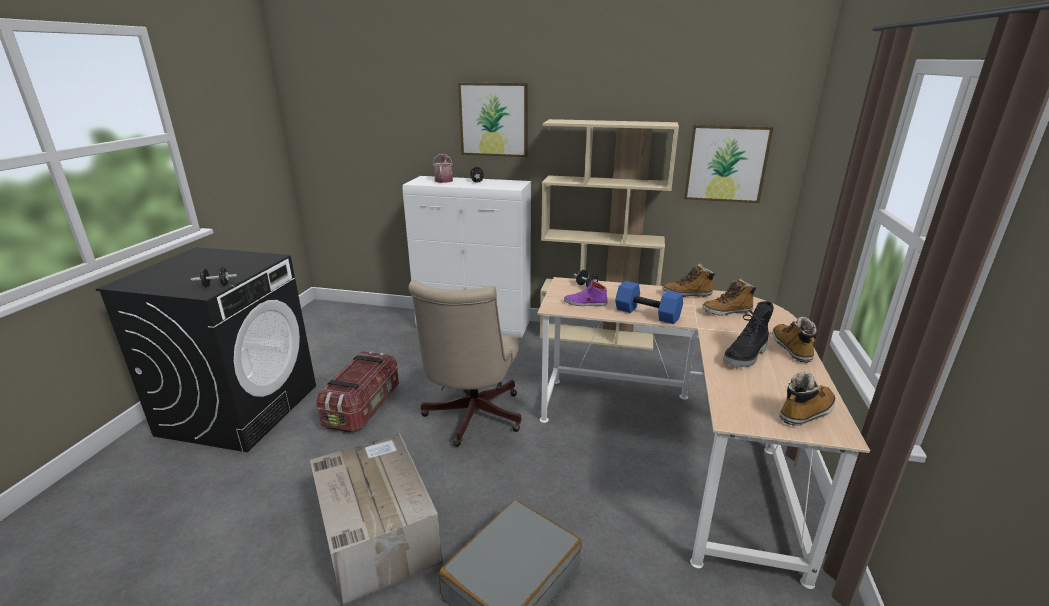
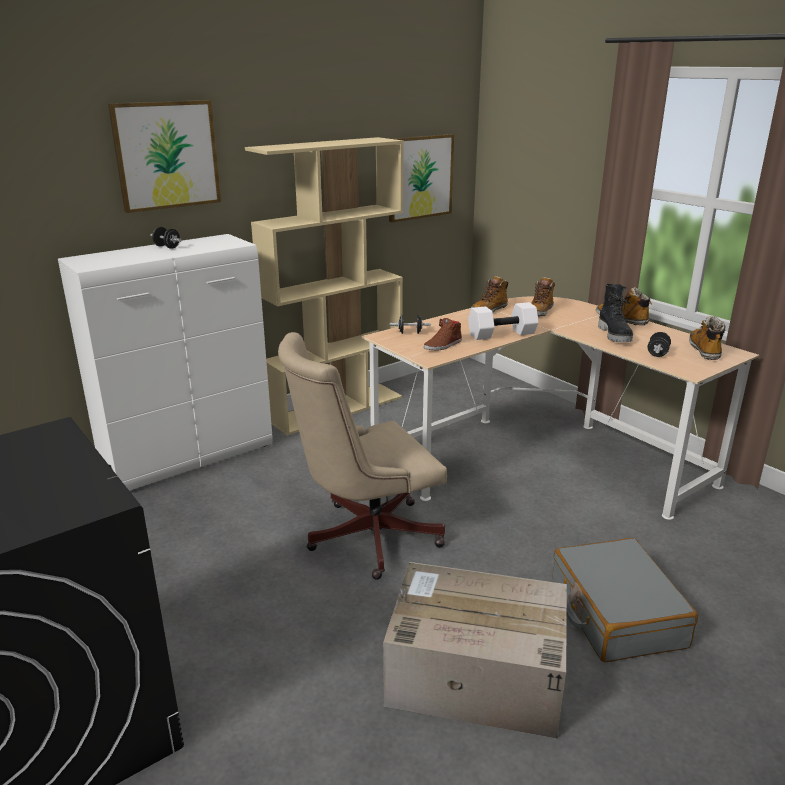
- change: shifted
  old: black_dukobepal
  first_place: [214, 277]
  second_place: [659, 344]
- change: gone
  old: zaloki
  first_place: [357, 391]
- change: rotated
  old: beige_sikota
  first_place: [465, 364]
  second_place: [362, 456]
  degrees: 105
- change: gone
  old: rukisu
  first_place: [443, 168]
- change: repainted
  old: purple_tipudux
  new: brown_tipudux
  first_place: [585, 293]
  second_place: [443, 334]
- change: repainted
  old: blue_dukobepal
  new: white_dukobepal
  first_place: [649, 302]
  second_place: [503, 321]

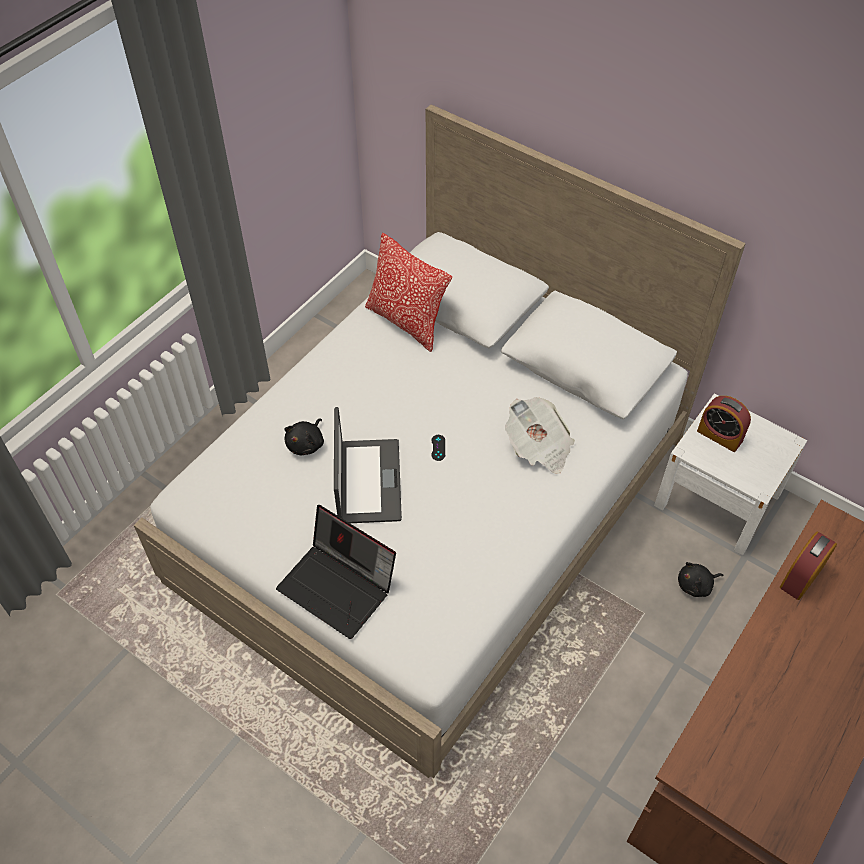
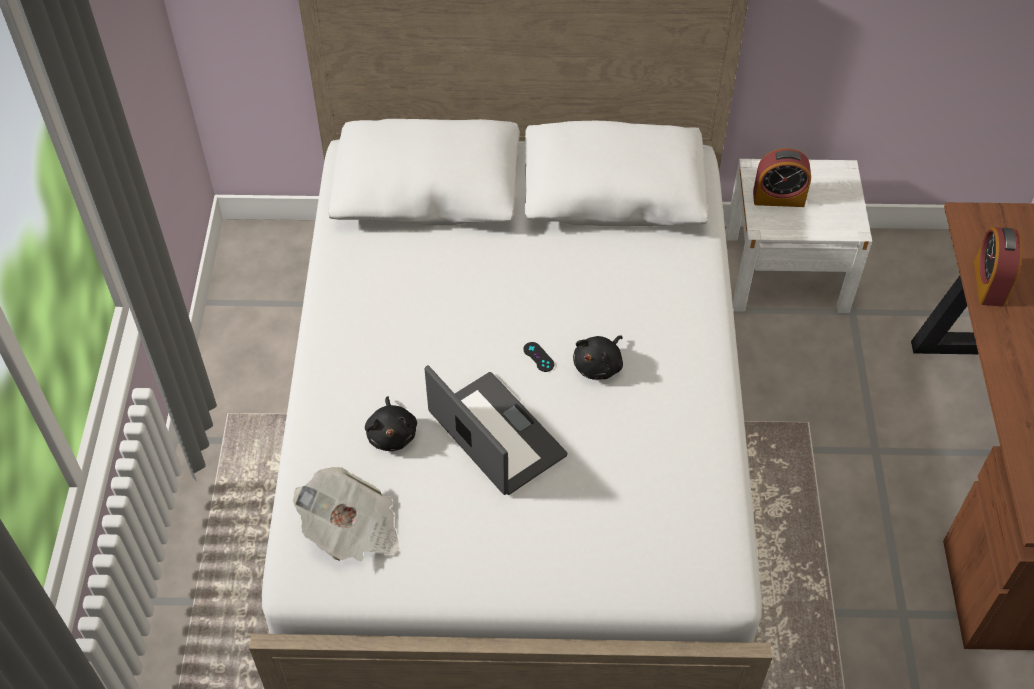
- change: gone
  old: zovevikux
  first_place: [336, 572]
- change: gone
  old: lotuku
  first_place: [408, 292]
- change: shifted
  old: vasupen
  first_place: [540, 435]
  second_place: [346, 514]
- change: shifted
  old: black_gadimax
  first_place: [700, 579]
  second_place: [598, 357]

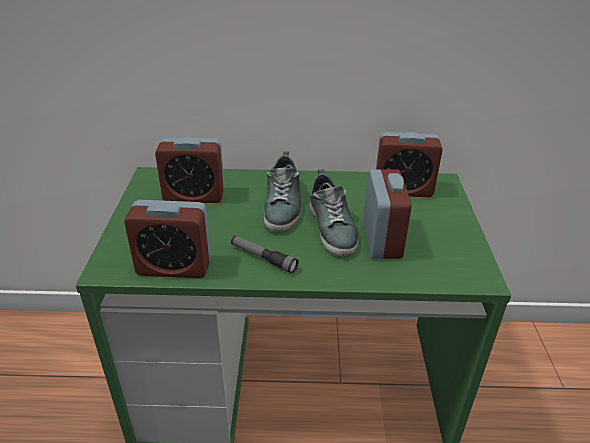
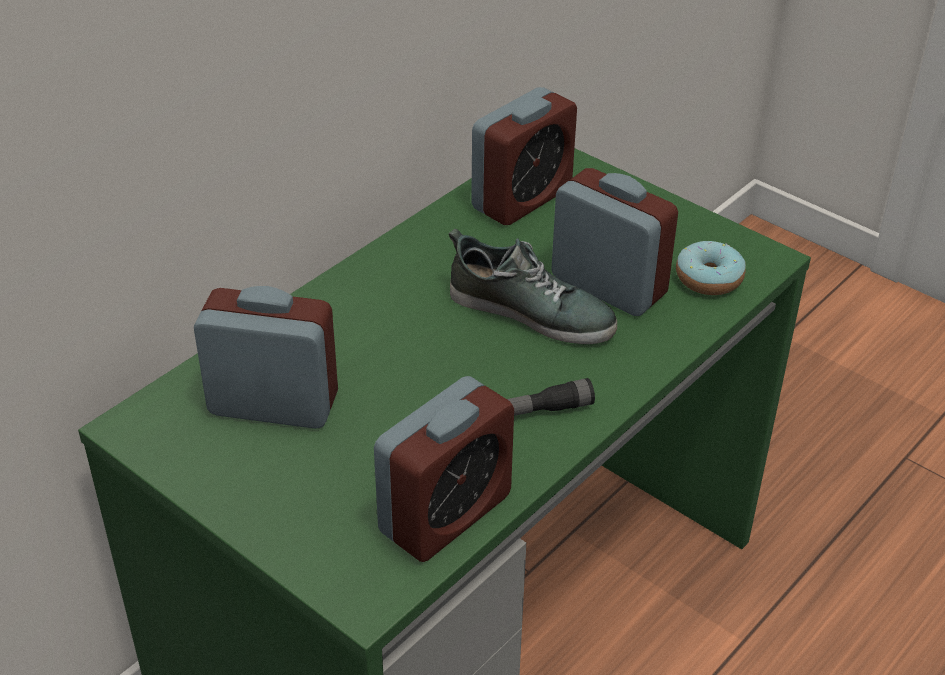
- change: rotated
  old: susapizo
  first_place: [190, 170]
  second_place: [266, 357]
  degrees: -120
- change: gone
  old: tipudux
  first_place: [282, 191]
- change: new
  new: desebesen
  second_place: [711, 268]

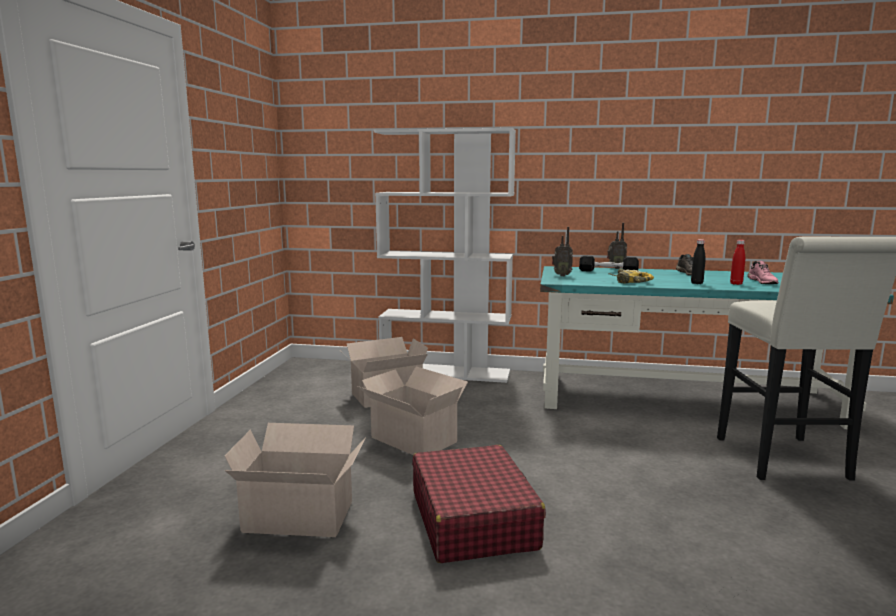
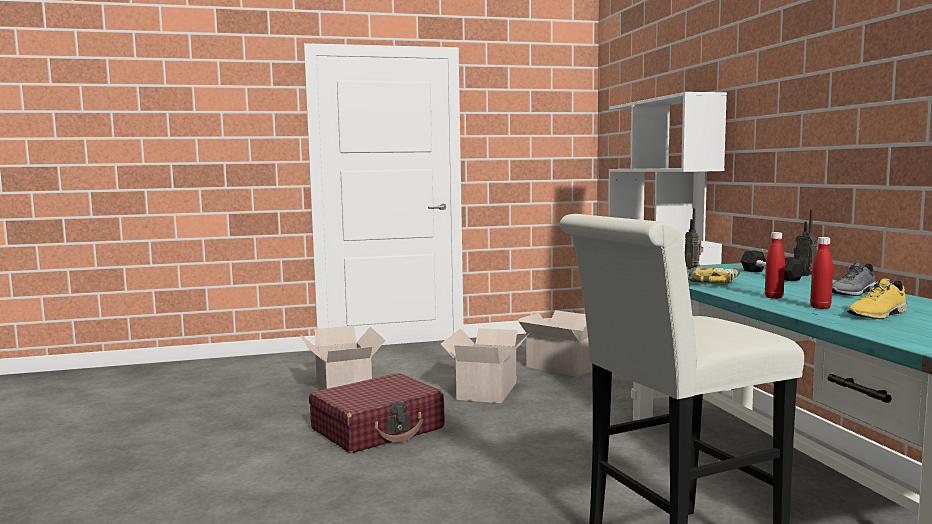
- change: repainted
  old: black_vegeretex
  new: red_vegeretex
  first_place: [698, 261]
  second_place: [775, 265]
- change: repainted
  old: pink_tipudux
  new: yellow_tipudux
  first_place: [763, 272]
  second_place: [877, 298]

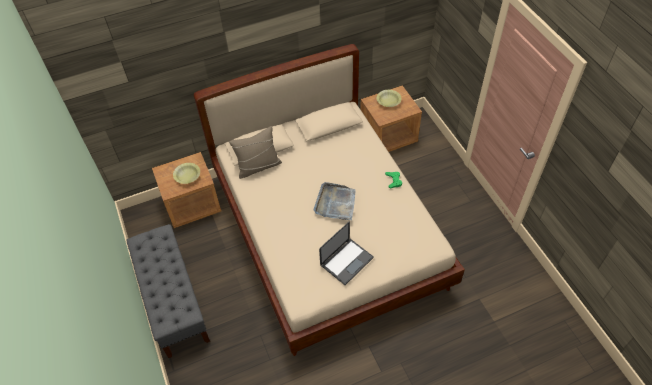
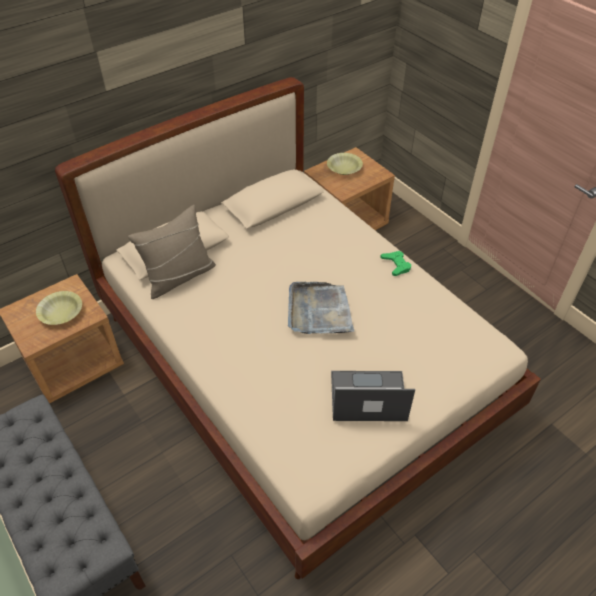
- change: rotated
  old: zovevikux
  first_place: [346, 253]
  second_place: [373, 396]
  degrees: -120

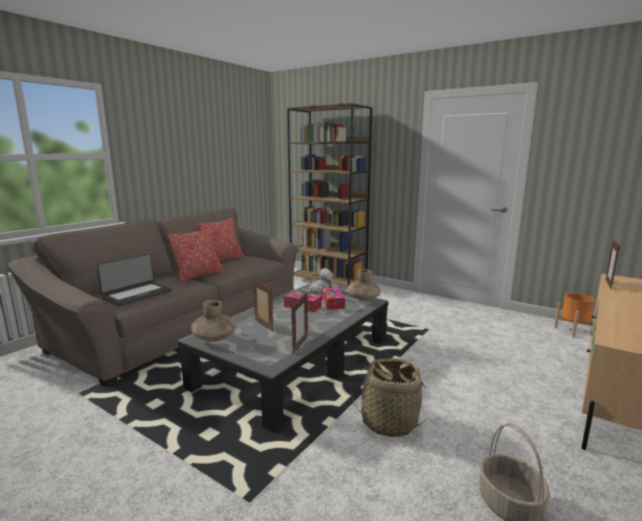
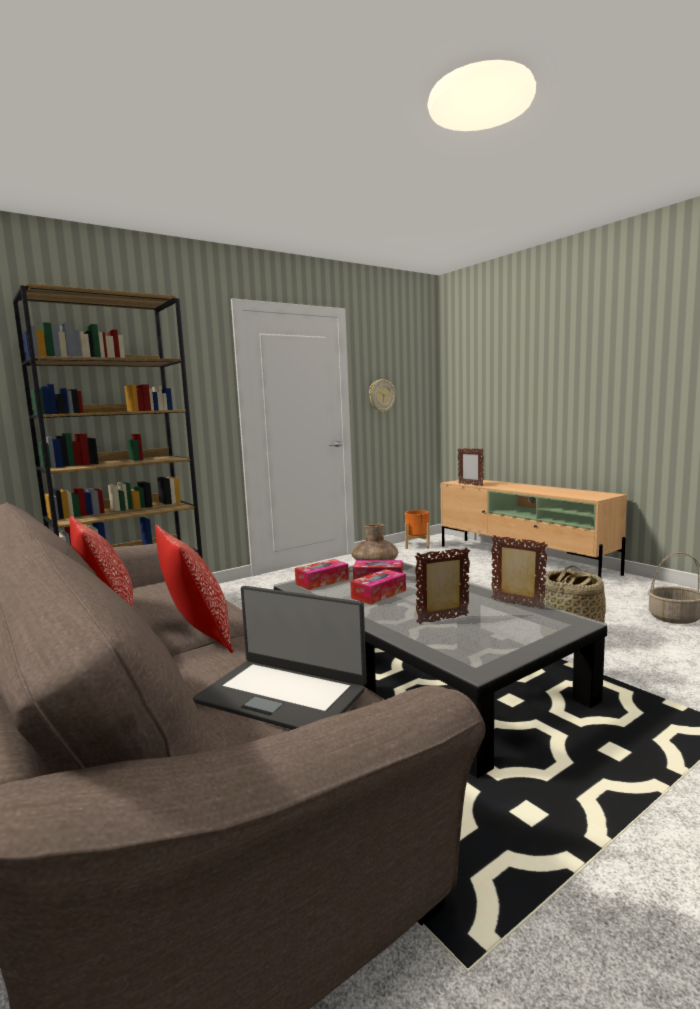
- change: rotated
  old: zovevikux
  first_place: [134, 279]
  second_place: [280, 658]
  degrees: 150
- change: gone
  old: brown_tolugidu
  first_place: [213, 321]
- change: swapped
  old: gadimax
  new: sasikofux
  first_place: [317, 281]
  second_place: [322, 574]
- change: new
  new: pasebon
  second_place: [382, 396]

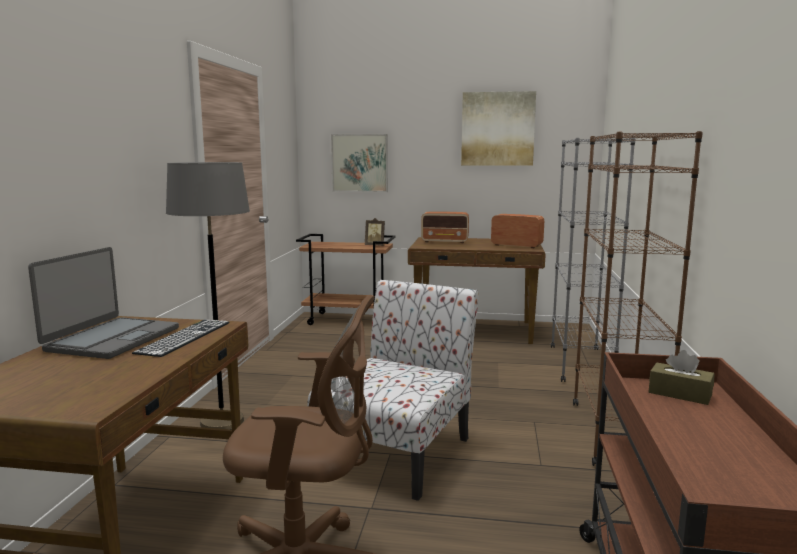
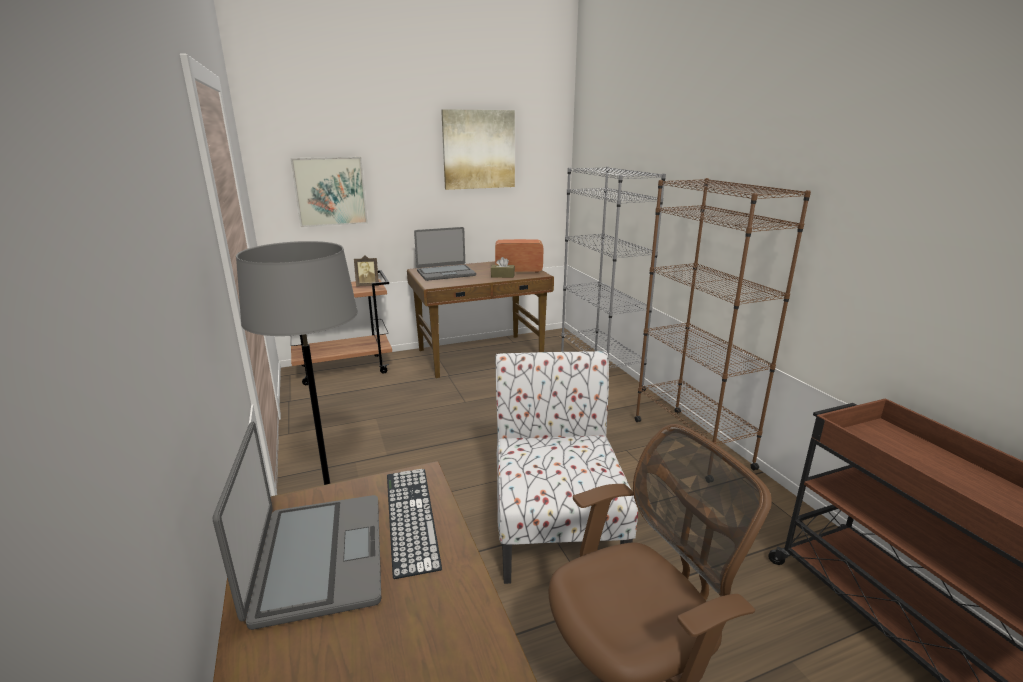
- change: swapped
  old: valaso
  new: zovevikux
  first_place: [445, 227]
  second_place: [445, 254]
- change: shifted
  old: brown_sasikofux
  first_place: [682, 377]
  second_place: [503, 267]

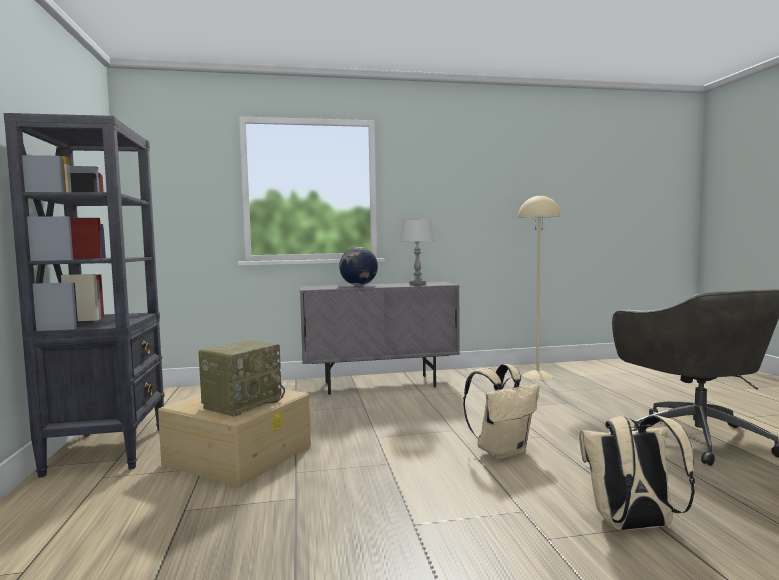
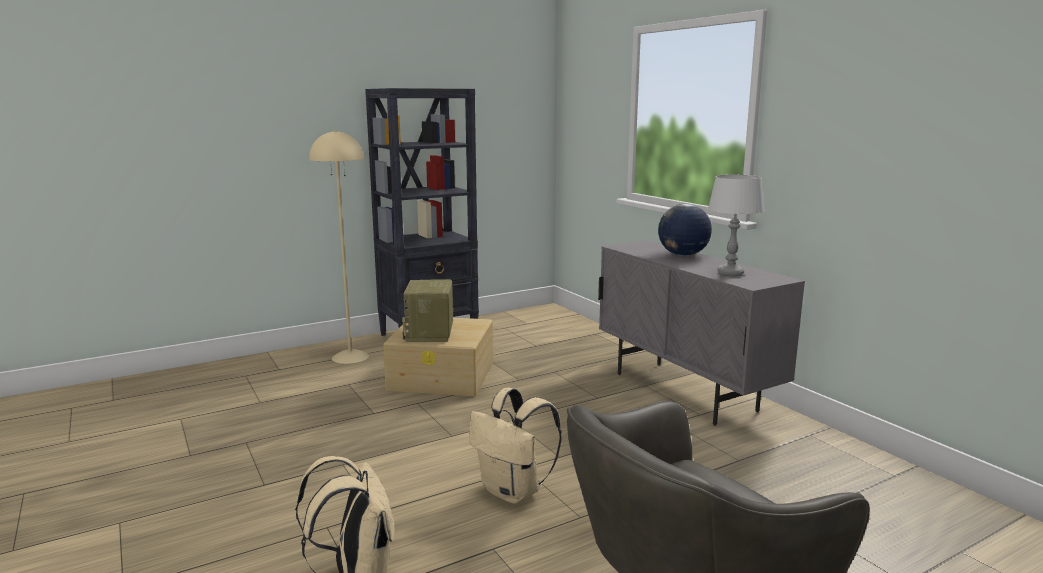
- change: rotated
  old: valaso
  first_place: [241, 378]
  second_place: [427, 310]
  degrees: 75
- change: shifted
  old: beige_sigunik
  first_place: [539, 287]
  second_place: [339, 247]

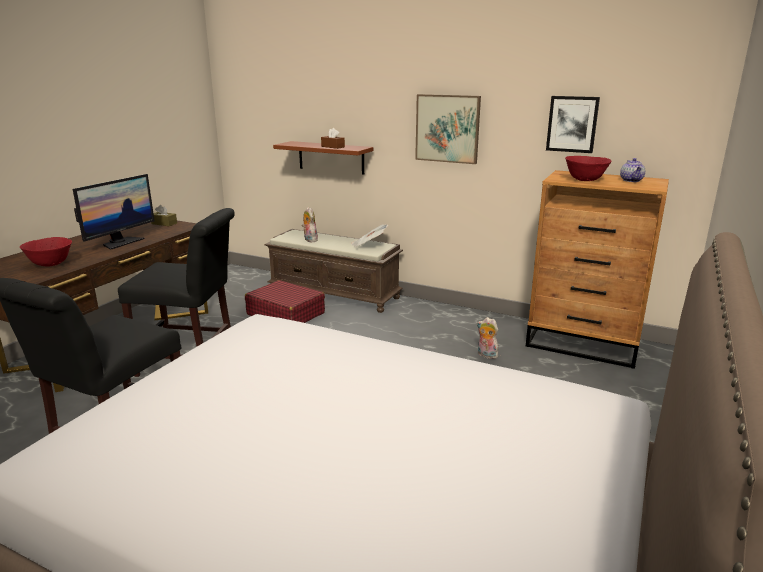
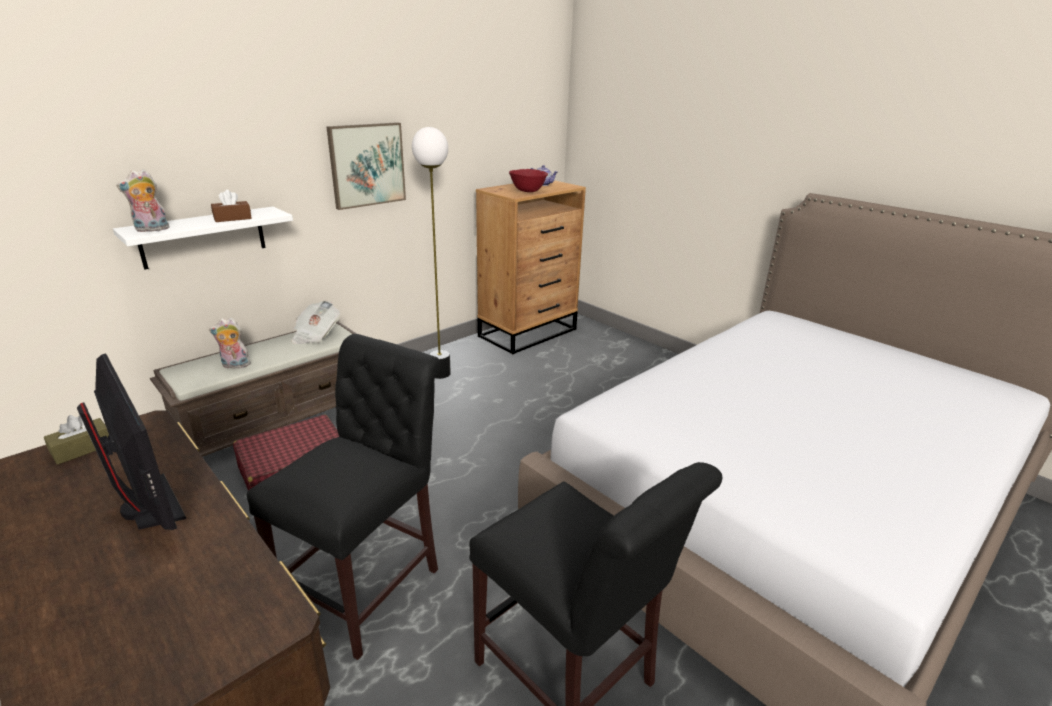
- change: gone
  old: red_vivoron
  first_place: [46, 252]
- change: repainted
  old: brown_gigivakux
  new: white_gigivakux
  first_place: [323, 158]
  second_place: [203, 238]
- change: shifted
  old: gadimax
  first_place: [487, 338]
  second_place: [143, 200]
- change: gone
  old: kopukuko
  first_place: [573, 124]
- change: new
  new: sigunik
  second_place: [431, 253]

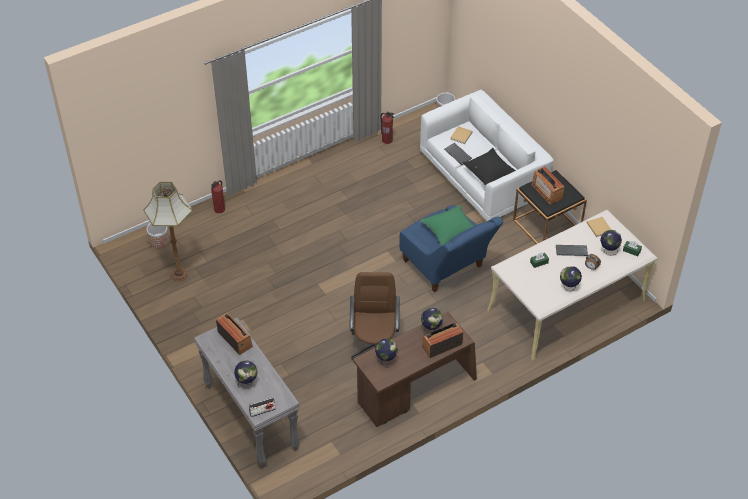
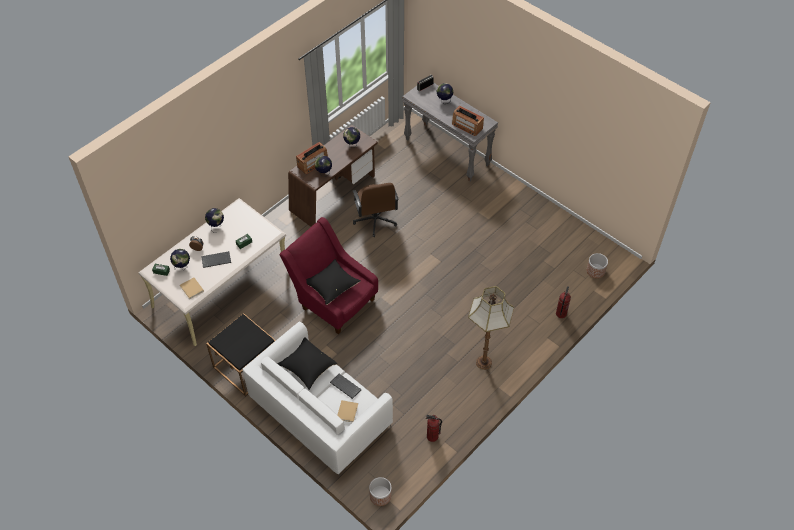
- change: shifted
  old: sigunik
  first_place: [168, 231]
  second_place: [491, 328]
- change: repainted
  old: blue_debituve
  new: red_debituve
  first_place: [451, 248]
  second_place: [329, 275]
- change: repainted
  old: green_lotuku
  new: black_lotuku
  first_place: [447, 225]
  second_place: [333, 282]
- change: gone
  old: valaso
  first_place: [548, 185]

